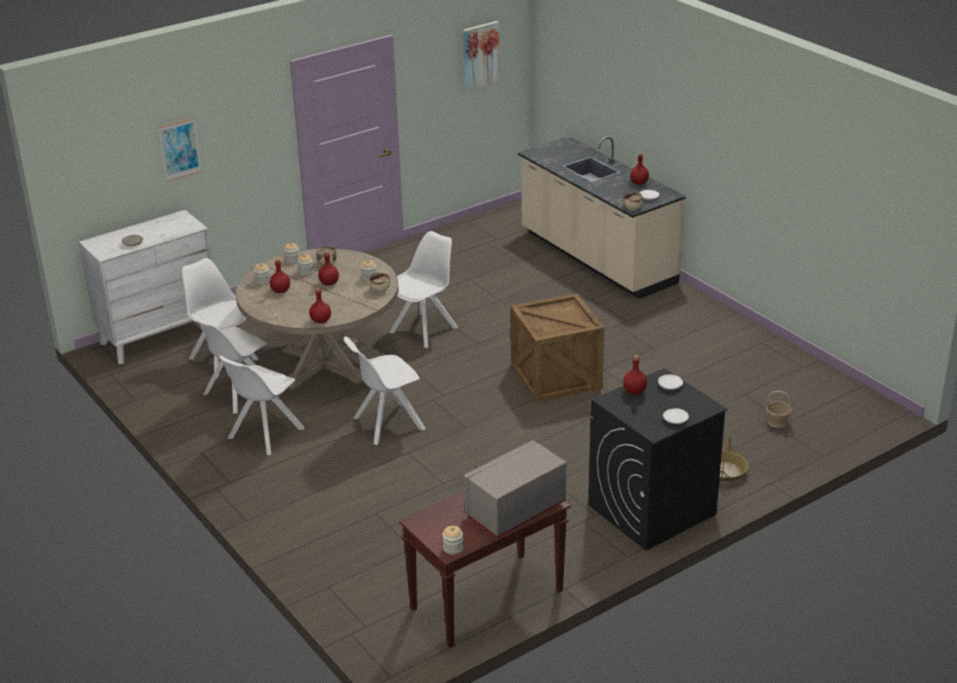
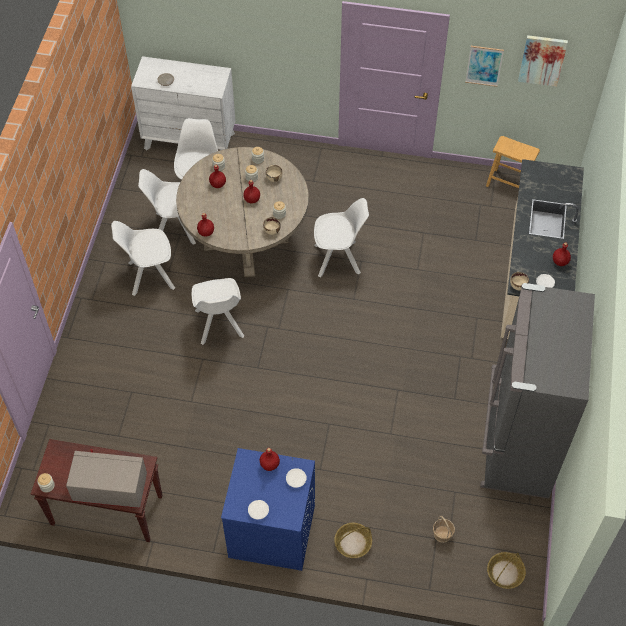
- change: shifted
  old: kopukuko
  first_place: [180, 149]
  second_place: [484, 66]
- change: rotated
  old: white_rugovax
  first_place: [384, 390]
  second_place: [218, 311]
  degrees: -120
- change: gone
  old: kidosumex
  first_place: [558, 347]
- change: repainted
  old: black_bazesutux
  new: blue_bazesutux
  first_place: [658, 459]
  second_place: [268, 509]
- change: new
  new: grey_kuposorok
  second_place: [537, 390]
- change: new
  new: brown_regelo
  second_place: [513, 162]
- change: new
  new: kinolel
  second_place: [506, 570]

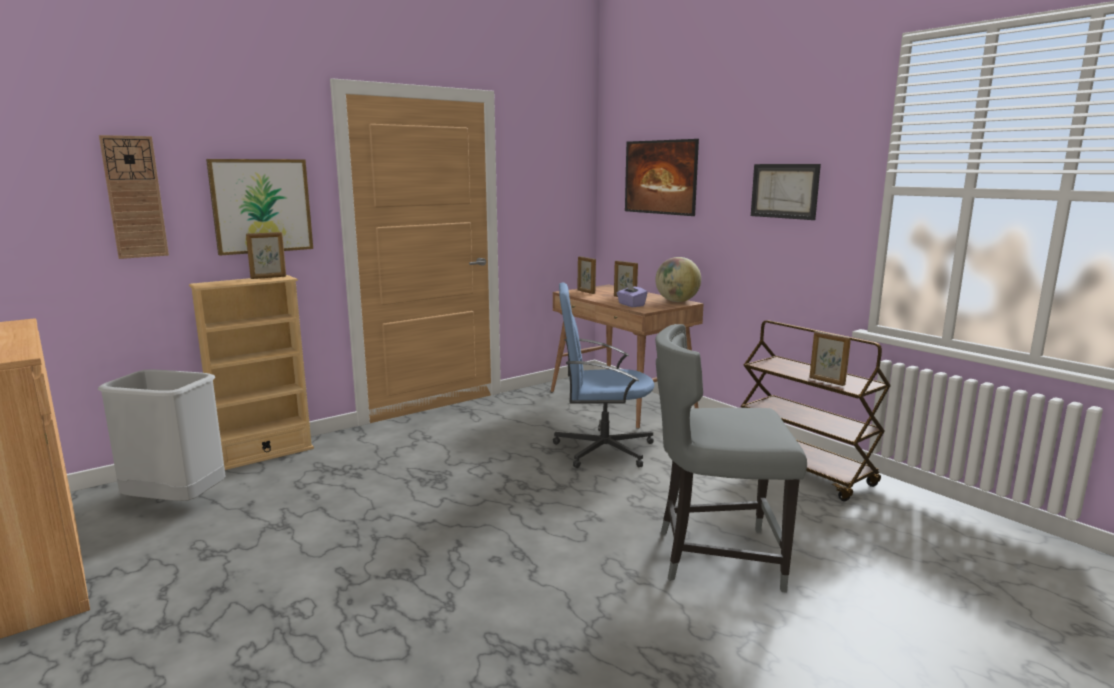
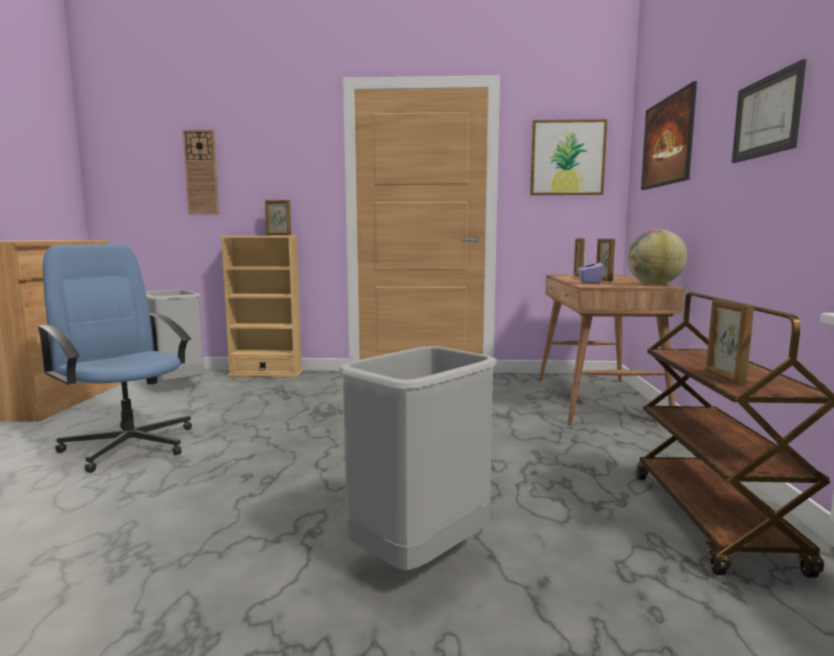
- change: shifted
  old: kopukuko
  first_place: [259, 207]
  second_place: [568, 157]
- change: shifted
  old: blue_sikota
  first_place: [604, 375]
  second_place: [114, 358]
- change: swapped
  old: grey_rugovax
  new: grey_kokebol
  first_place: [731, 458]
  second_place: [418, 458]

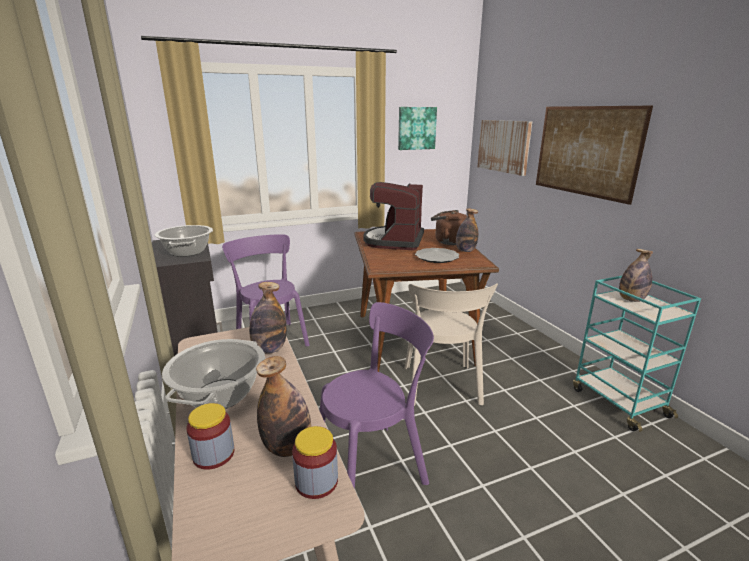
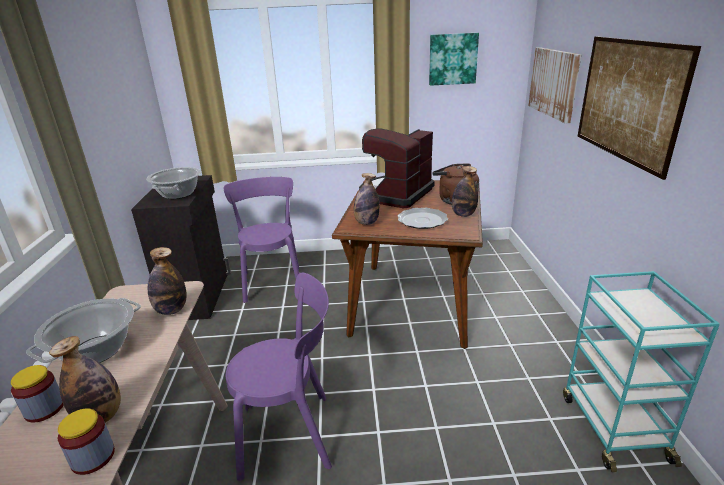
- change: gone
  old: beige_rugovax
  first_place: [451, 344]
- change: shifted
  old: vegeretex
  first_place: [636, 275]
  second_place: [367, 199]

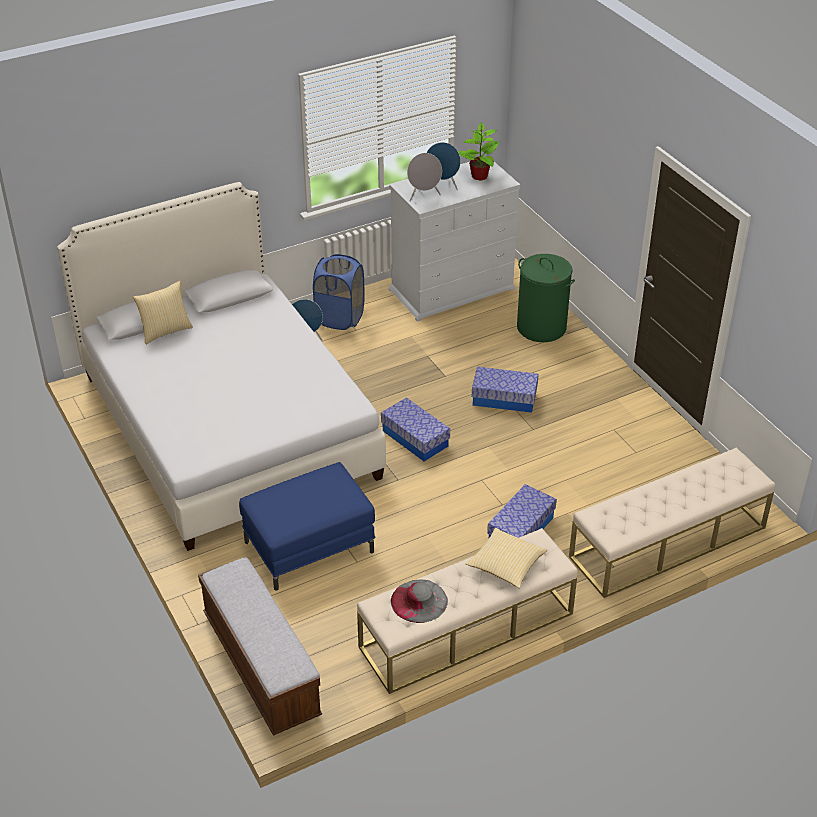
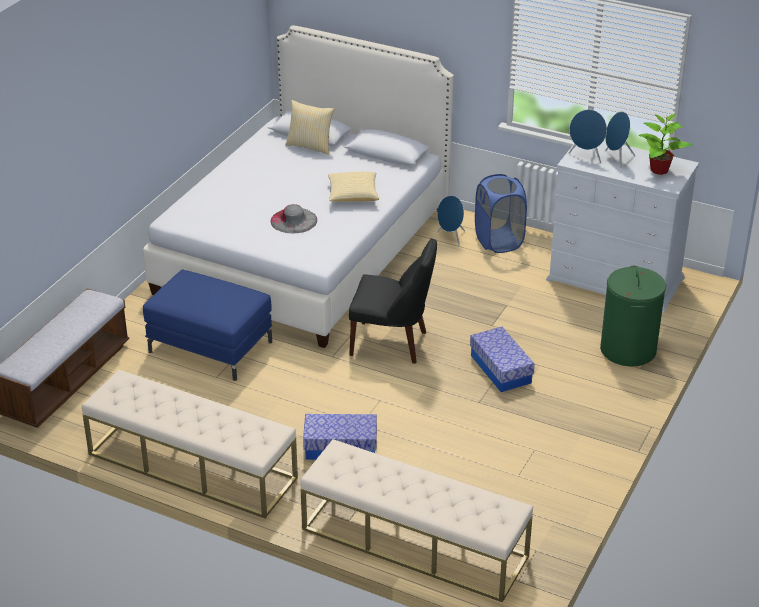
- change: swapped
  old: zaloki
  new: black_rugovax
  first_place: [415, 429]
  second_place: [393, 301]
- change: shifted
  old: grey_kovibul
  first_place: [419, 601]
  second_place: [294, 218]
- change: repainted
  old: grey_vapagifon
  new: blue_vapagifon
  first_place: [424, 177]
  second_place: [588, 136]
- change: shifted
  old: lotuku
  first_place: [506, 558]
  second_place: [353, 187]

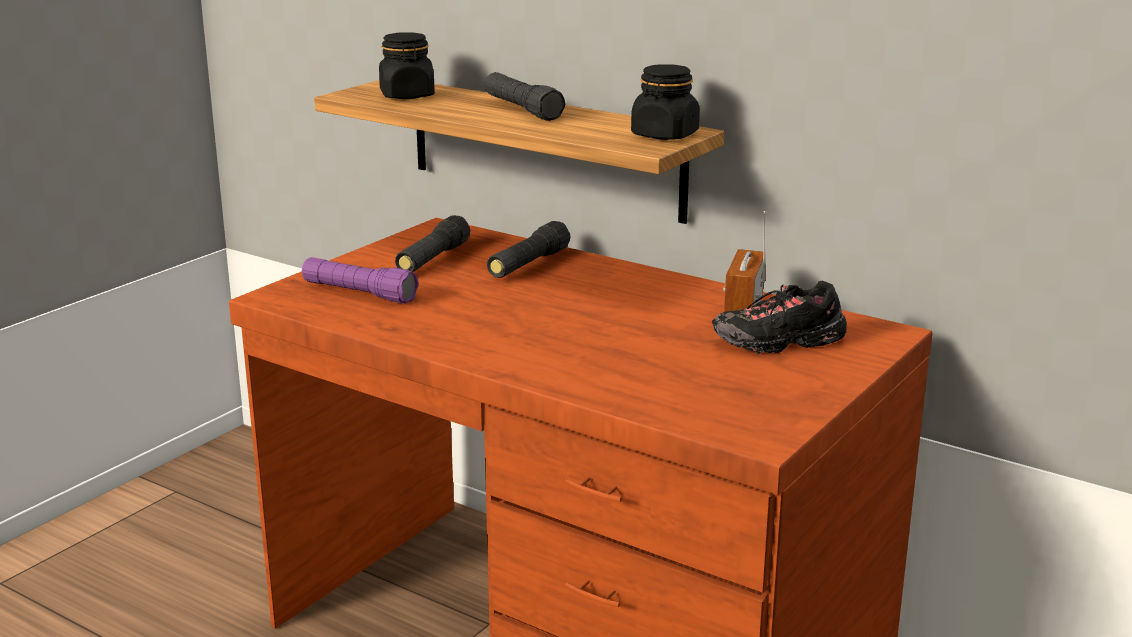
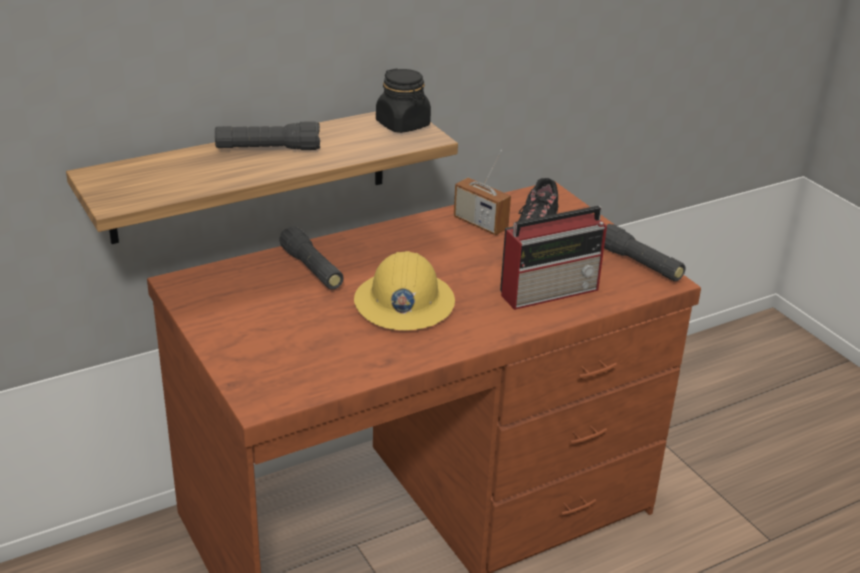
- change: gone
  old: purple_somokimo
  first_place: [360, 280]
- change: gone
  old: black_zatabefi
  first_place: [407, 65]
- change: shifted
  old: black_somokimo
  first_place: [432, 243]
  second_place: [645, 252]
- change: new
  new: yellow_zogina
  second_place: [404, 290]
- change: new
  new: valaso
  second_place: [553, 258]

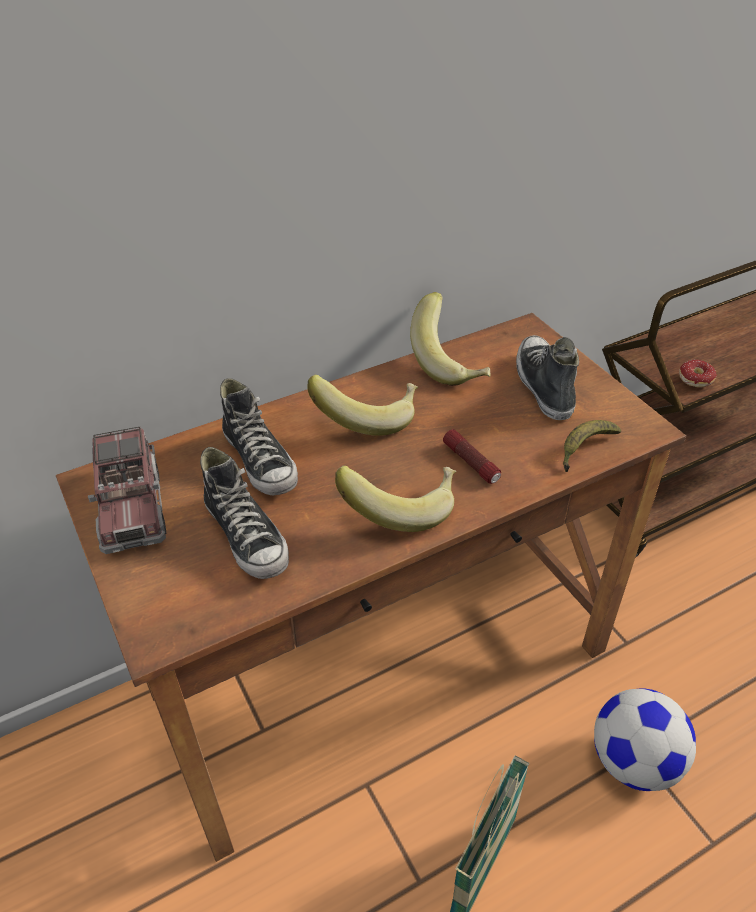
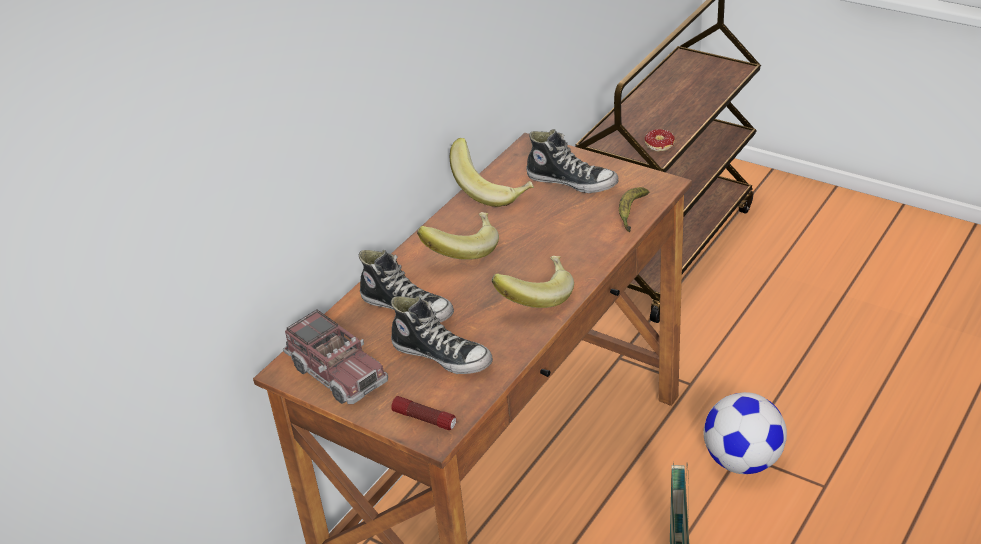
- change: shifted
  old: somokimo
  first_place: [472, 456]
  second_place: [423, 413]
- change: rotated
  old: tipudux
  first_place: [547, 377]
  second_place: [572, 161]
  degrees: 150

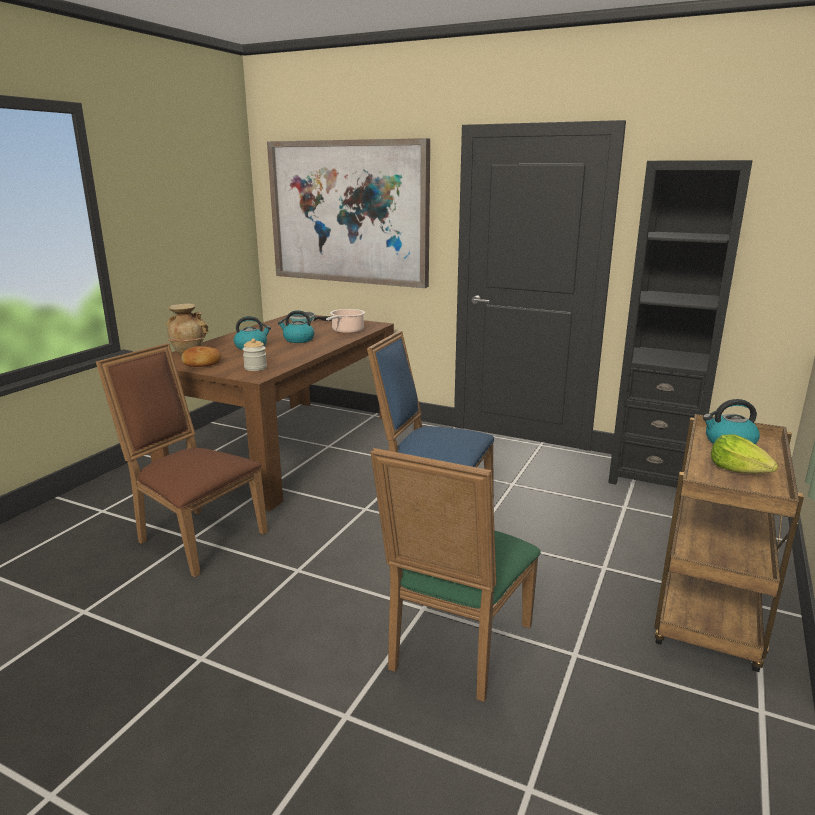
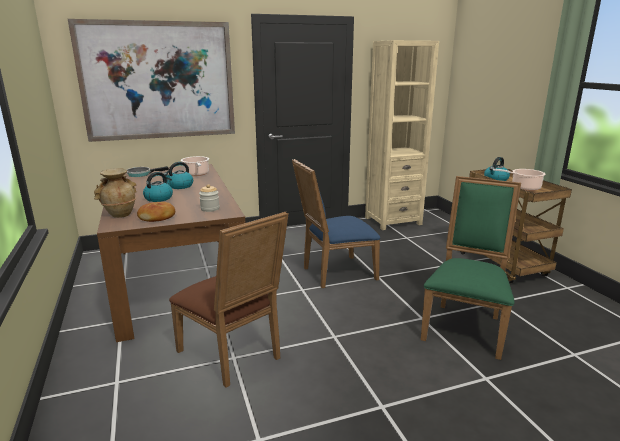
- change: rotated
  old: brown_rugovax
  first_place: [182, 460]
  second_place: [229, 300]
  degrees: -120
- change: rotated
  old: green_rugovax
  first_place: [455, 575]
  second_place: [471, 268]
  degrees: -135
- change: repainted
  old: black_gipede
  new: beige_gipede
  first_place: [680, 324]
  second_place: [402, 135]
- change: swapped
  old: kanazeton
  new: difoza
  first_place: [744, 453]
  second_place: [519, 180]

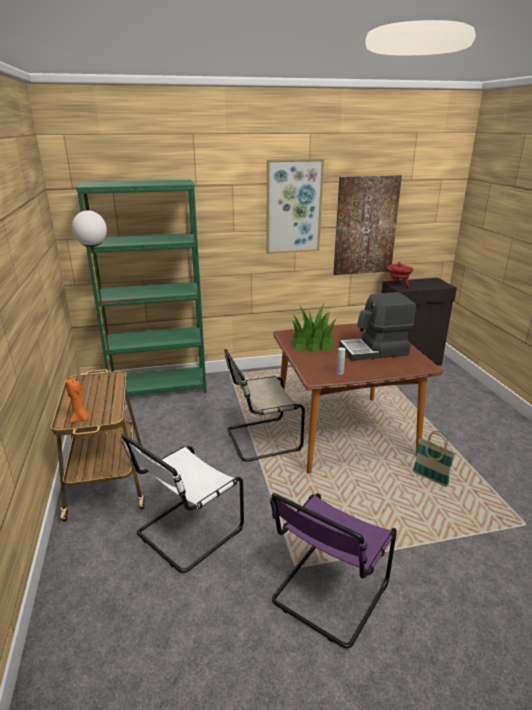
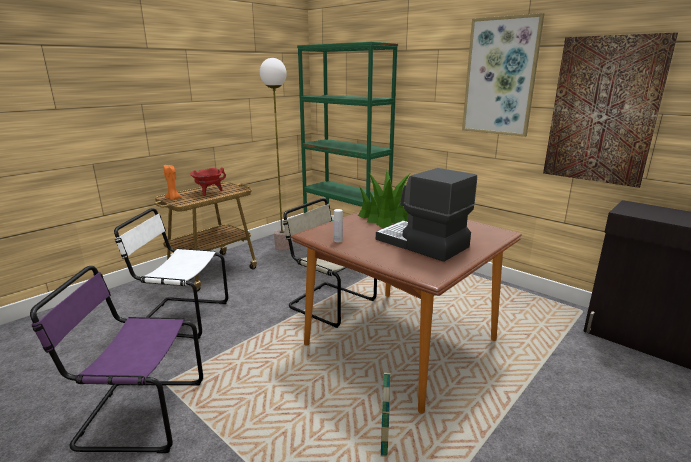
- change: shifted
  old: red_difoza
  first_place: [400, 274]
  second_place: [208, 181]

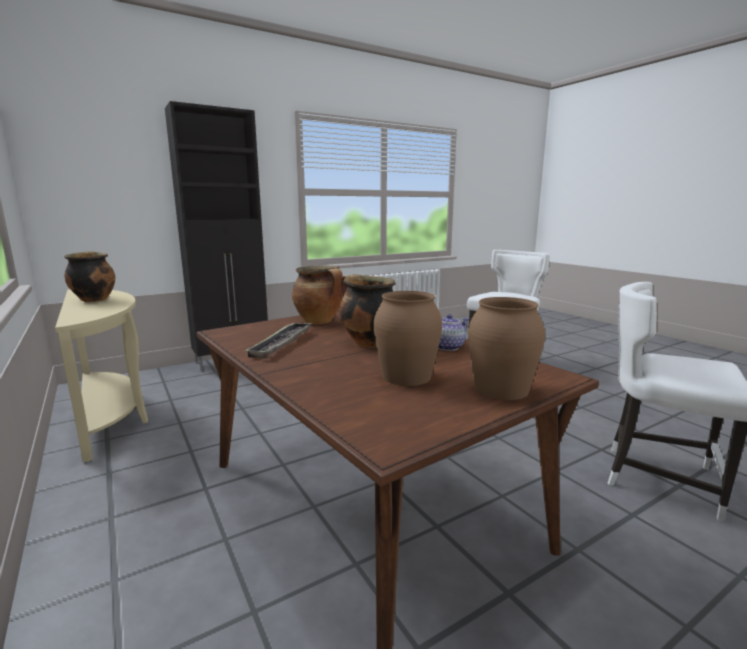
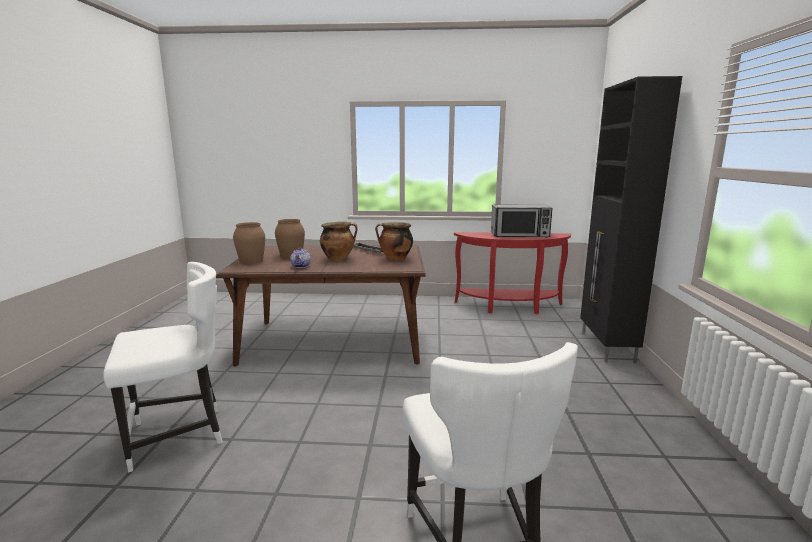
- change: repainted
  old: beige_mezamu
  new: red_mezamu
  first_place: [101, 375]
  second_place: [512, 273]
- change: swapped
  old: difoza
  new: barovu
  first_place: [89, 276]
  second_place: [521, 221]

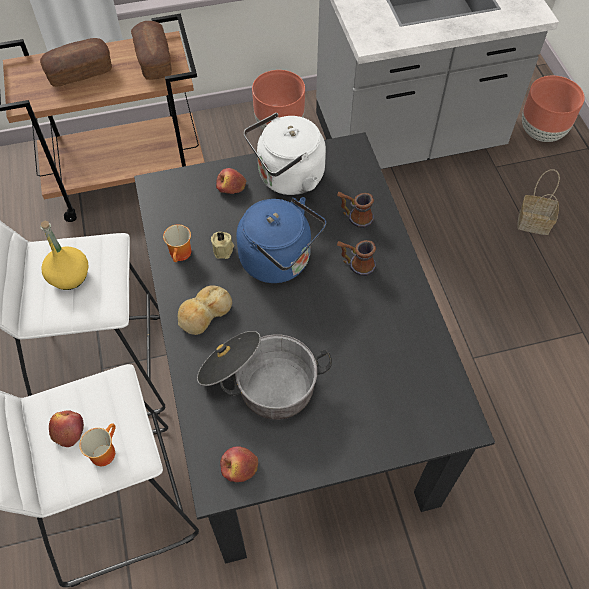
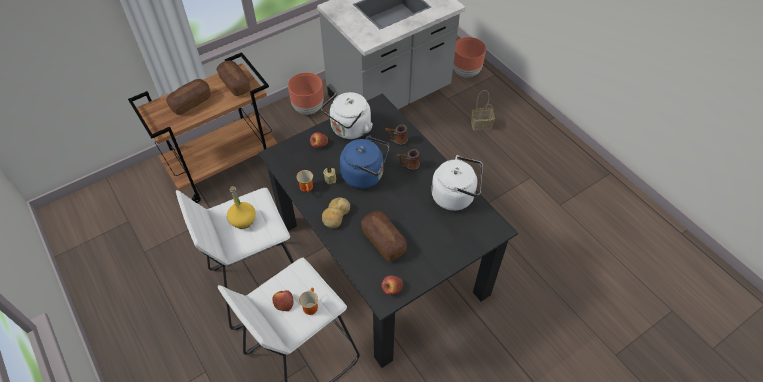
- change: swapped
  old: difoza
  new: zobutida
  first_place: [264, 375]
  second_place: [384, 236]
- change: new
  new: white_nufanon
  second_place: [457, 183]

